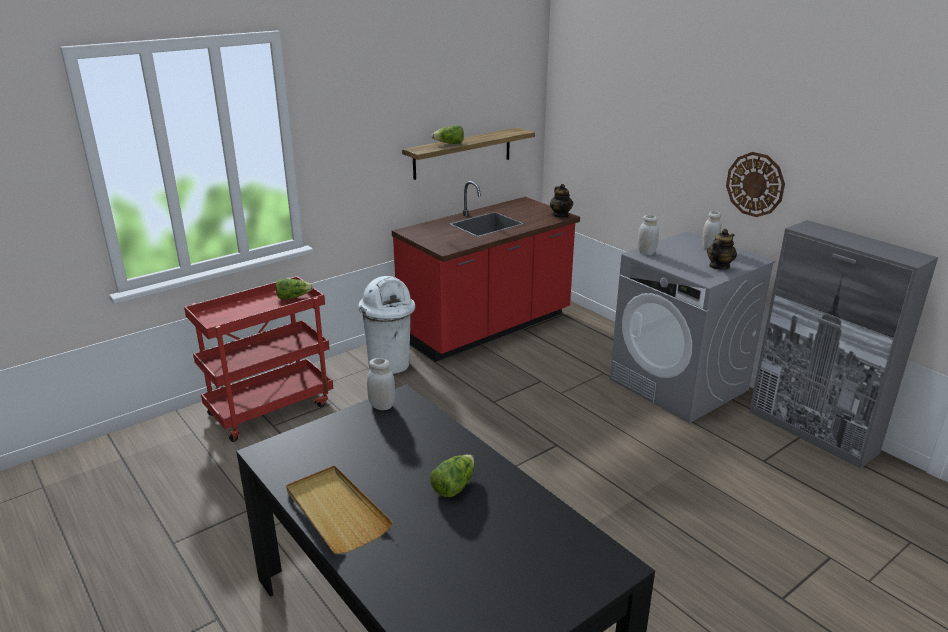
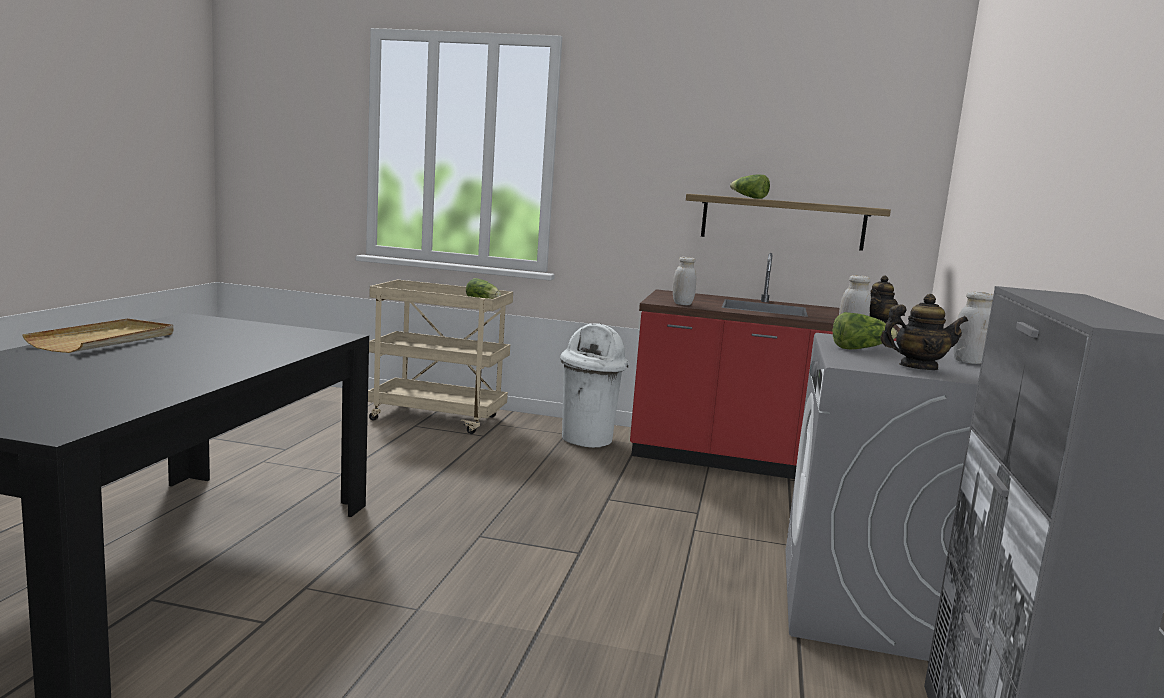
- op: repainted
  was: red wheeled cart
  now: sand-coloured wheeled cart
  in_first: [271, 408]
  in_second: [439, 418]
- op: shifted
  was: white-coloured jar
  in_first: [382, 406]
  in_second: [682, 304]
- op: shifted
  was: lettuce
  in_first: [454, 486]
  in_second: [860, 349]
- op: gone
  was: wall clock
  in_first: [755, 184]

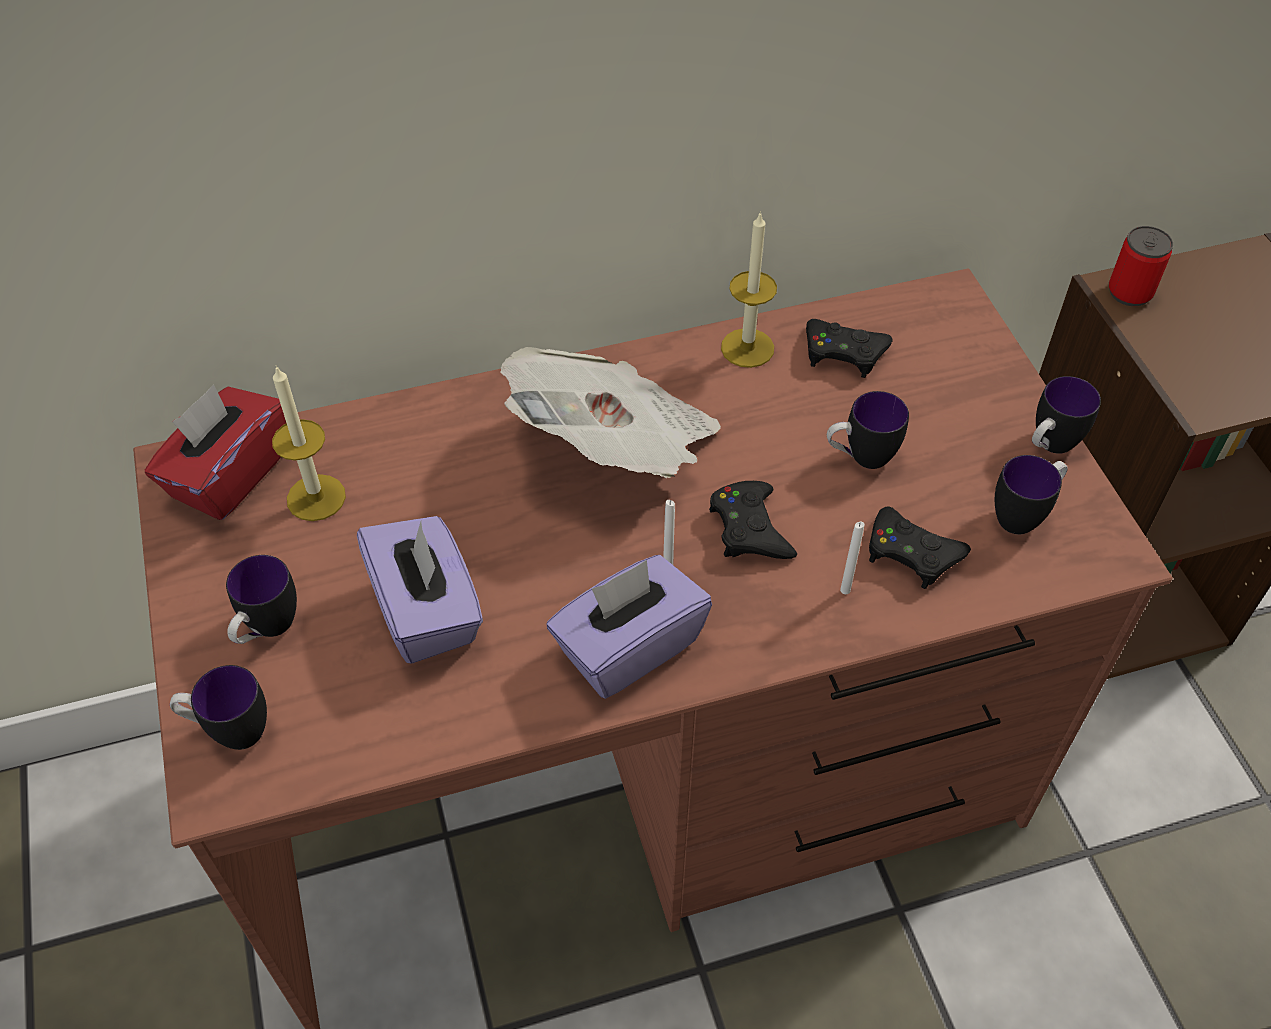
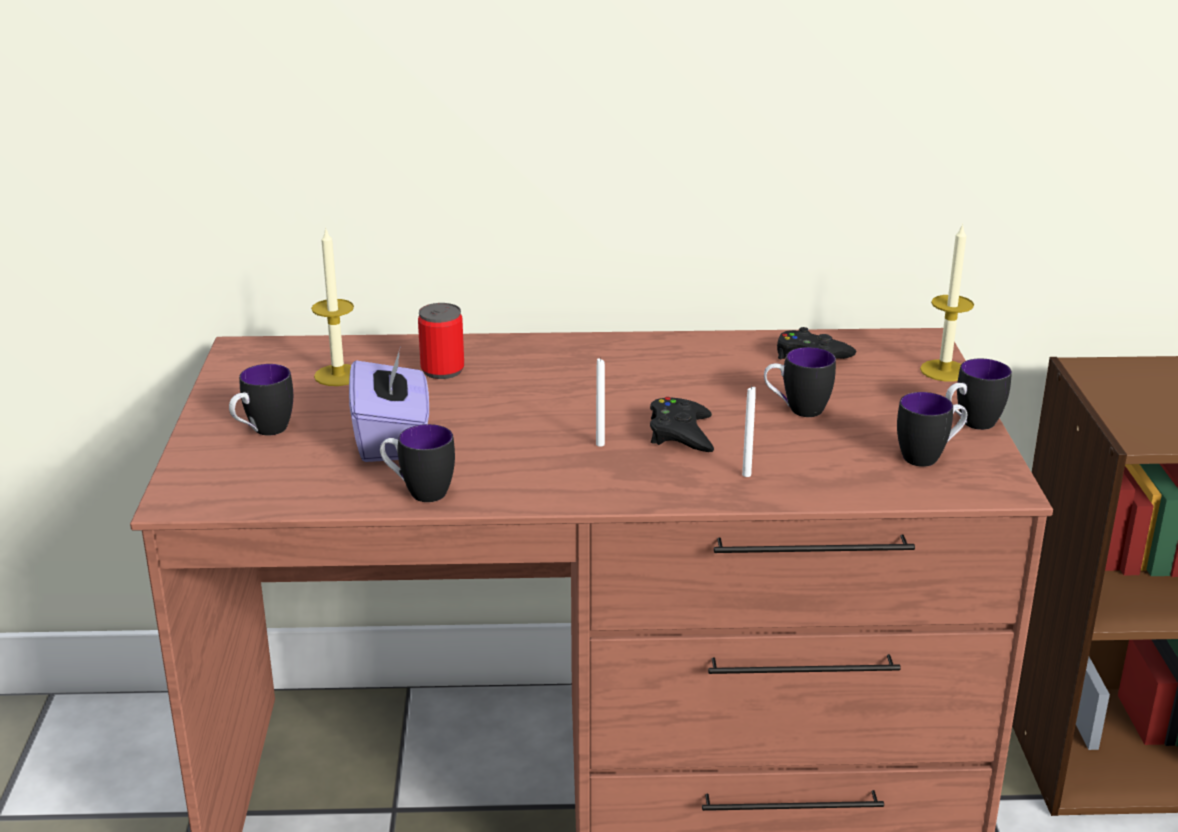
- op: gone
  was: red box of tissues
  in_first: [229, 475]
- op: shifted
  was: tea mug
  in_first: [230, 731]
  in_second: [418, 492]
- op: gone
  was: newspaper
  in_first: [615, 447]
- op: gone
  was: purplish box of tissues
  in_first: [628, 647]
- op: shifted
  was: candle
  in_first: [747, 348]
  in_second: [944, 371]
- op: gone
  was: black-coloured game controller
  in_first: [912, 553]
- op: shifted
  was: metal can
  in_first: [1130, 292]
  in_second: [442, 370]

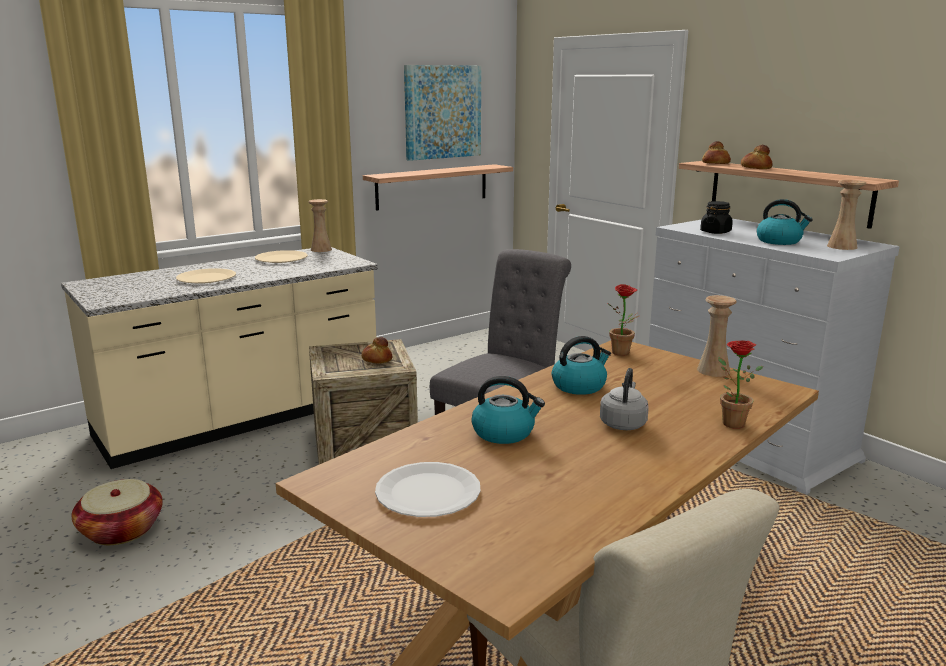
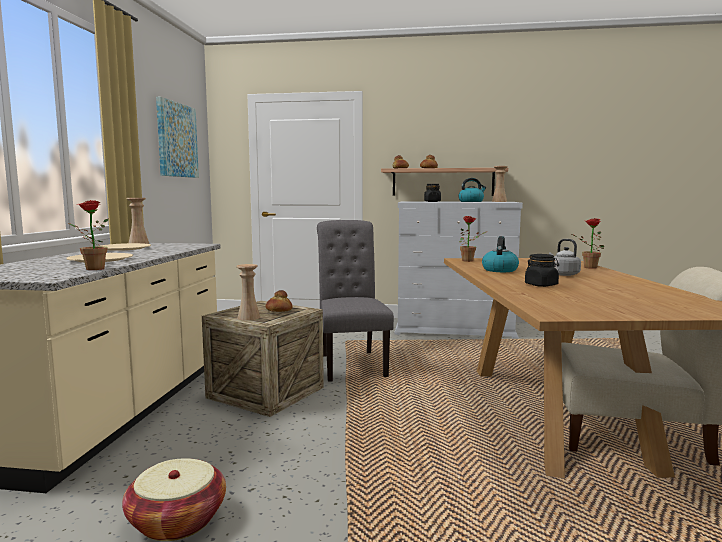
- op: gone
  was: shelf
  in_first: [432, 186]
- op: gone
  was: white-coloured flat dish
  in_first: [427, 492]
- op: swapped
  was: water kettle
  now: black-coloured jar
  in_first: [504, 432]
  in_second: [541, 285]
- op: shifted
  was: sand-coloured decorative vase
  in_first: [713, 370]
  in_second: [248, 317]
- op: new
  now: plant in a pot
  in_second: [91, 269]

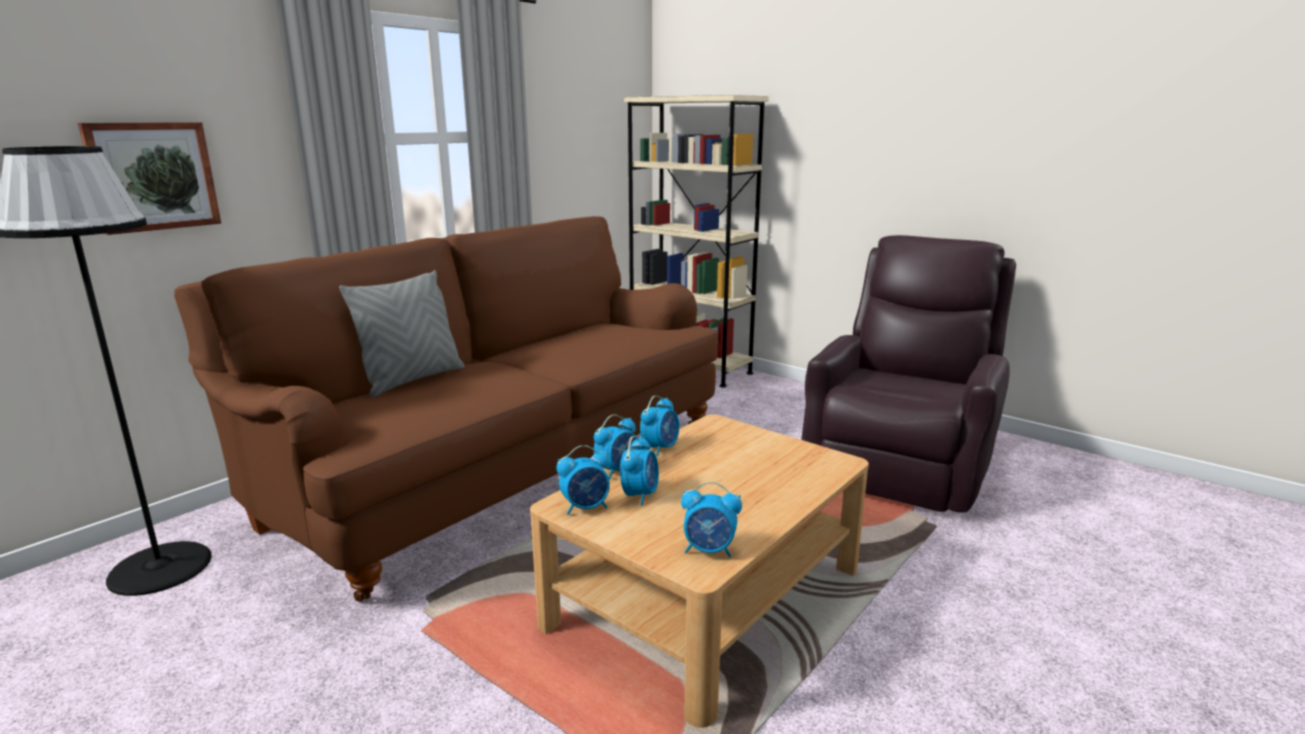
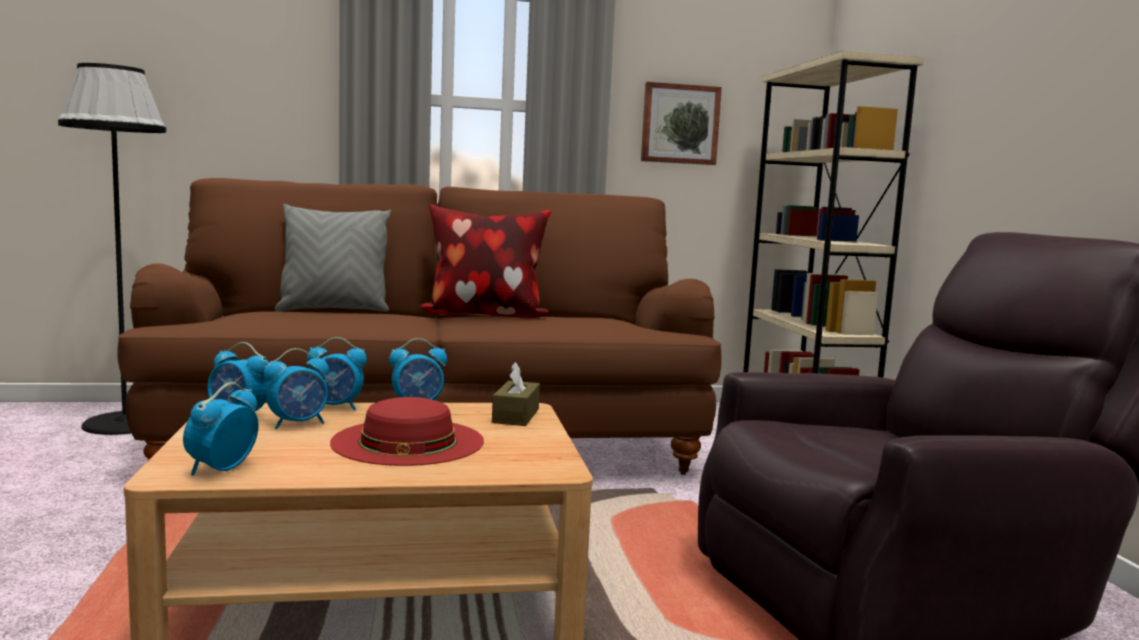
- op: shifted
  was: wall art
  in_first: [152, 176]
  in_second: [680, 124]
- op: rotated
  was: alarm clock
  in_first: [709, 550]
  in_second: [221, 469]
  clockwise: 60
- op: new
  now: red hat
  in_second: [408, 441]
- op: new
  now: throw pillow
  in_second: [484, 315]
- op: new
  now: brown box of tissues
  in_second: [516, 416]

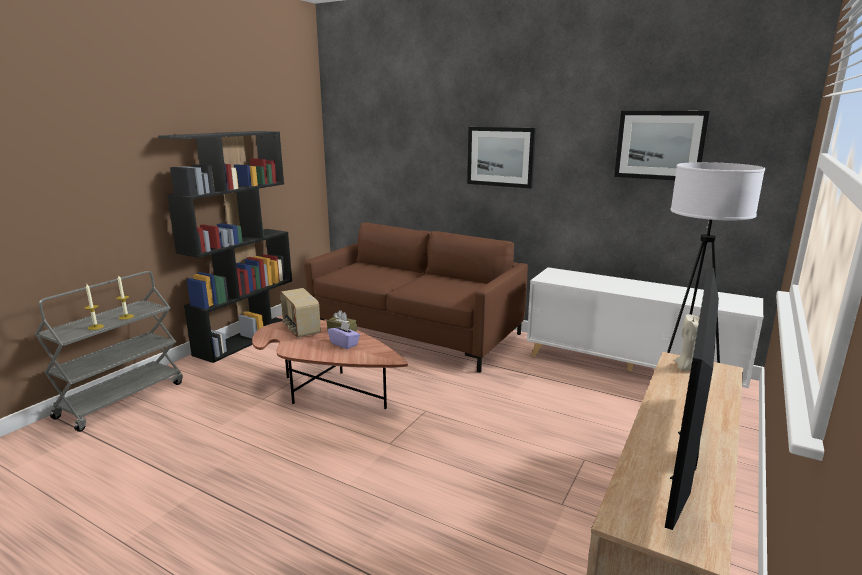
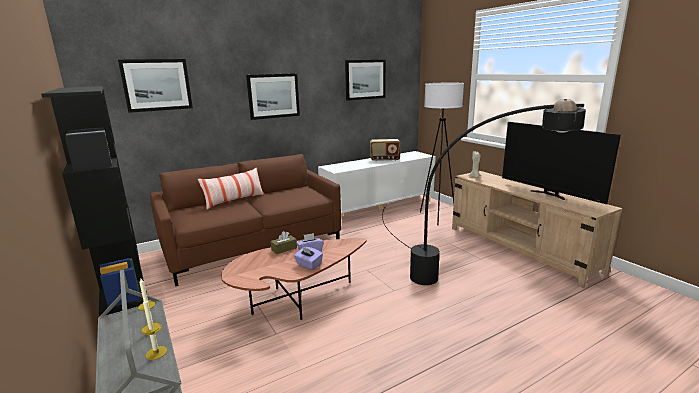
- op: shifted
  was: radio receiver
  in_first: [300, 329]
  in_second: [385, 160]
- op: new
  now: wall art
  in_second: [157, 85]
- op: new
  now: throw pillow
  in_second: [234, 201]
- op: new
  now: purplish box of tissues
  in_second: [308, 265]
- op: new
  now: black-coloured floor lamp
  in_second: [459, 275]

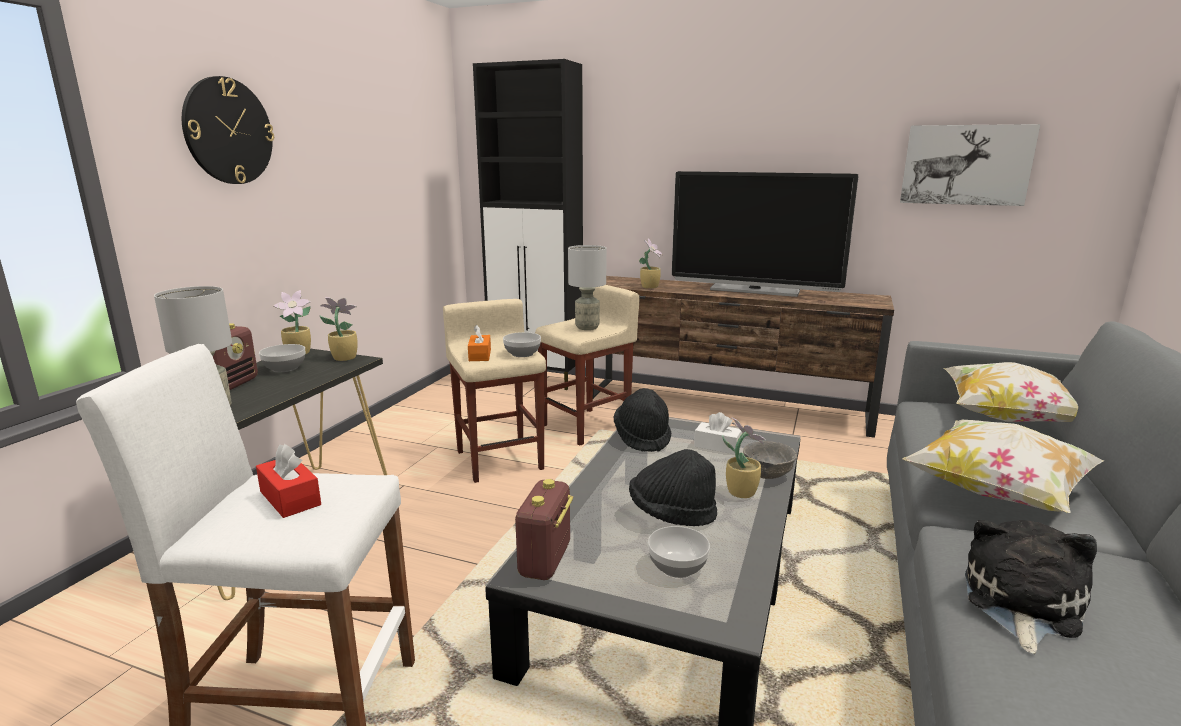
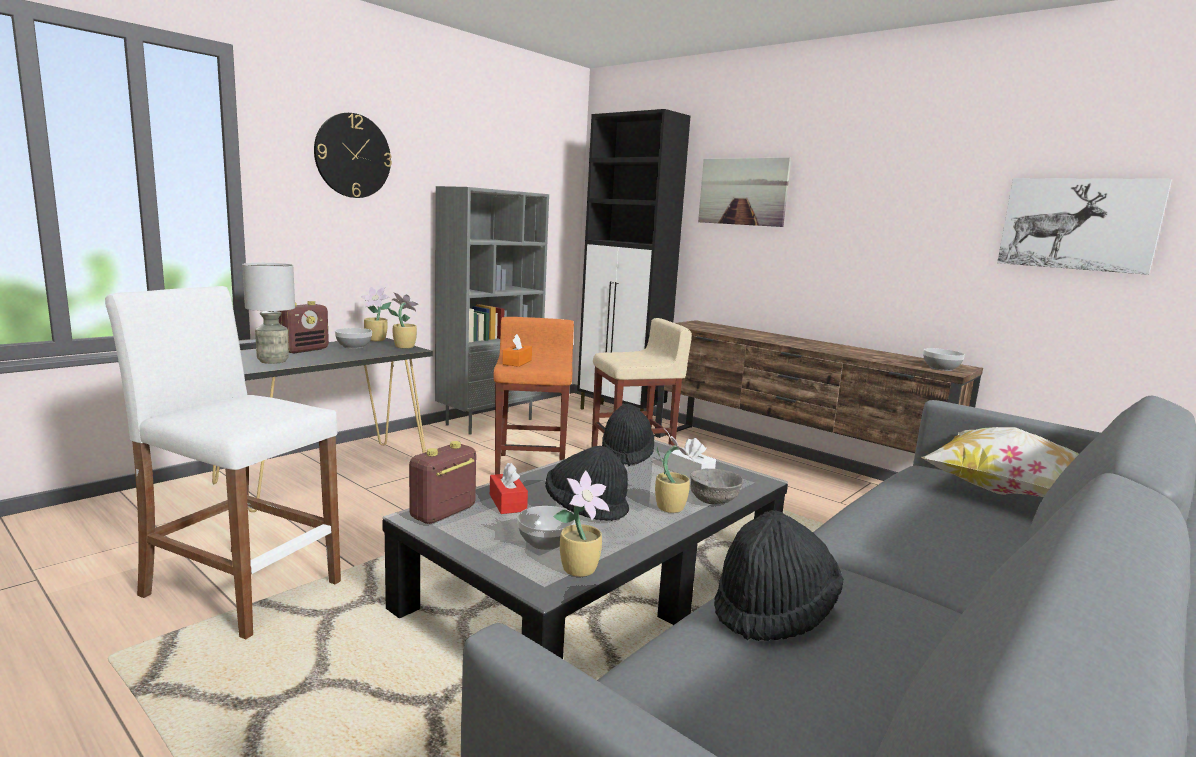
- op: shifted
  was: red box of tissues
  in_first: [290, 498]
  in_second: [507, 503]
- op: repainted
  was: sand-coloured stool
  now: orange-coloured stool
  in_first: [499, 459]
  in_second: [531, 466]
- op: shifted
  was: deep dish
  in_first: [522, 354]
  in_second: [941, 368]
- op: gone
  was: gray lamp for a table
  in_first: [587, 327]
- op: shifted
  was: plant in a pot
  in_first: [650, 287]
  in_second: [581, 569]
- op: gone
  was: TV set
  in_first: [754, 290]
- op: gone
  was: throw pillow
  in_first: [996, 492]
- op: swapped
  was: soft toy
  now: black-coloured hat
  in_first: [1020, 604]
  in_second: [774, 610]
- op: new
  now: gray shelving unit
  in_second: [489, 421]
- op: new
  now: wall art
  in_second: [743, 191]

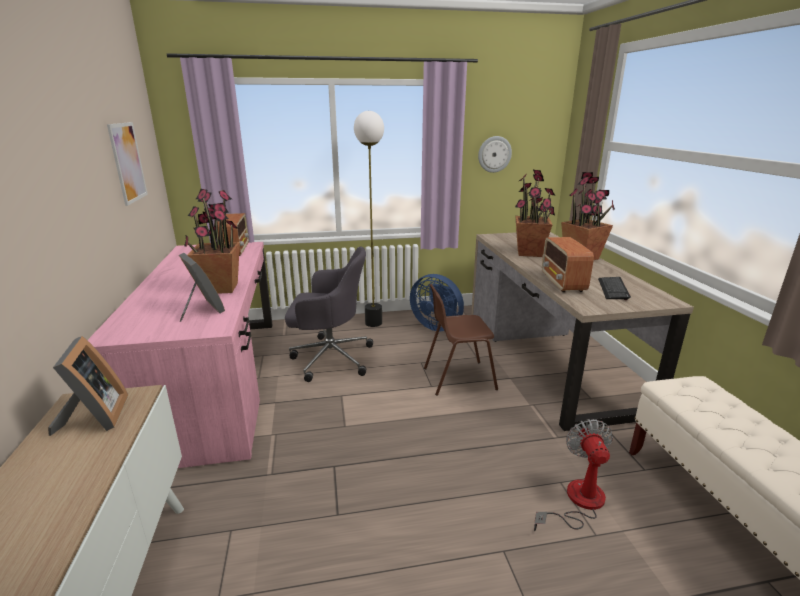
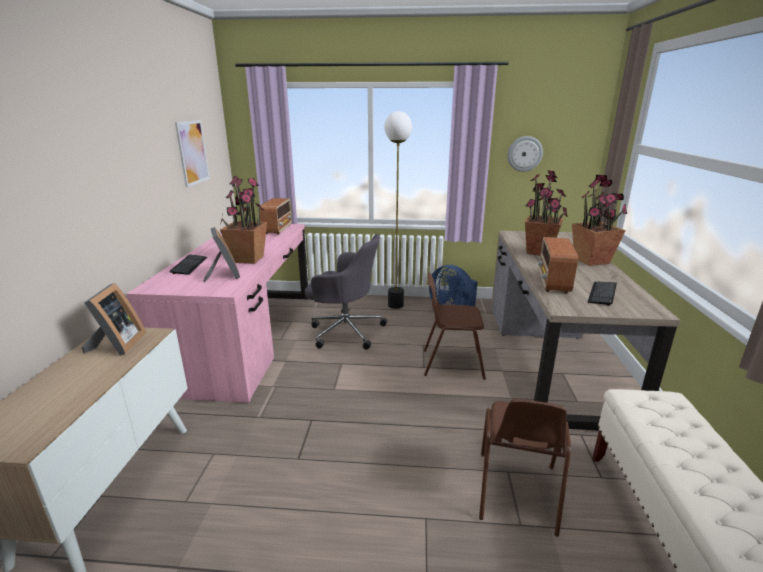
- op: swapped
  was: cooling fan
  now: brown upright chair
  in_first: [577, 502]
  in_second: [516, 492]
- op: new
  now: keyboard
  in_second: [189, 265]

